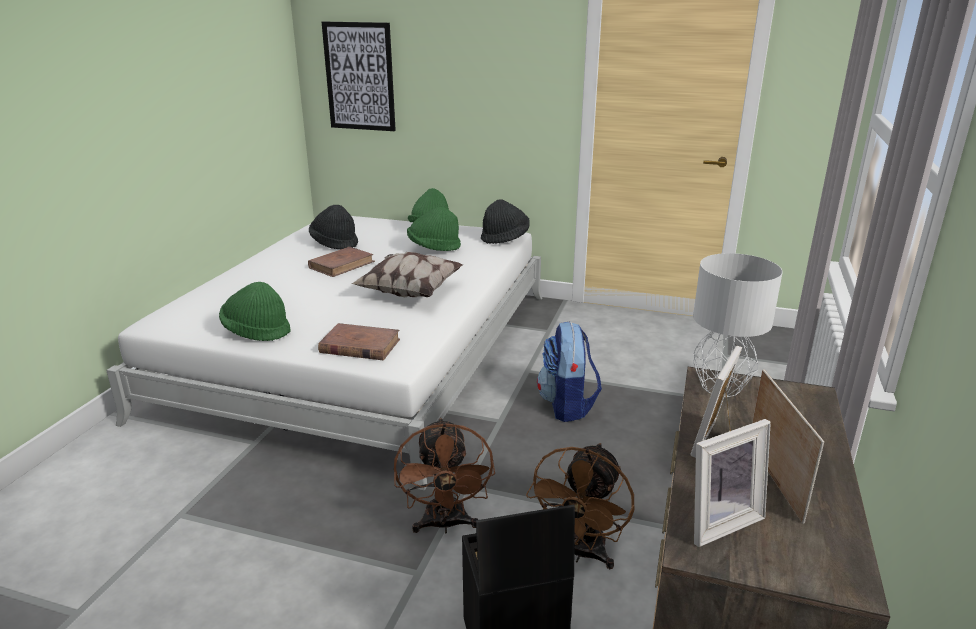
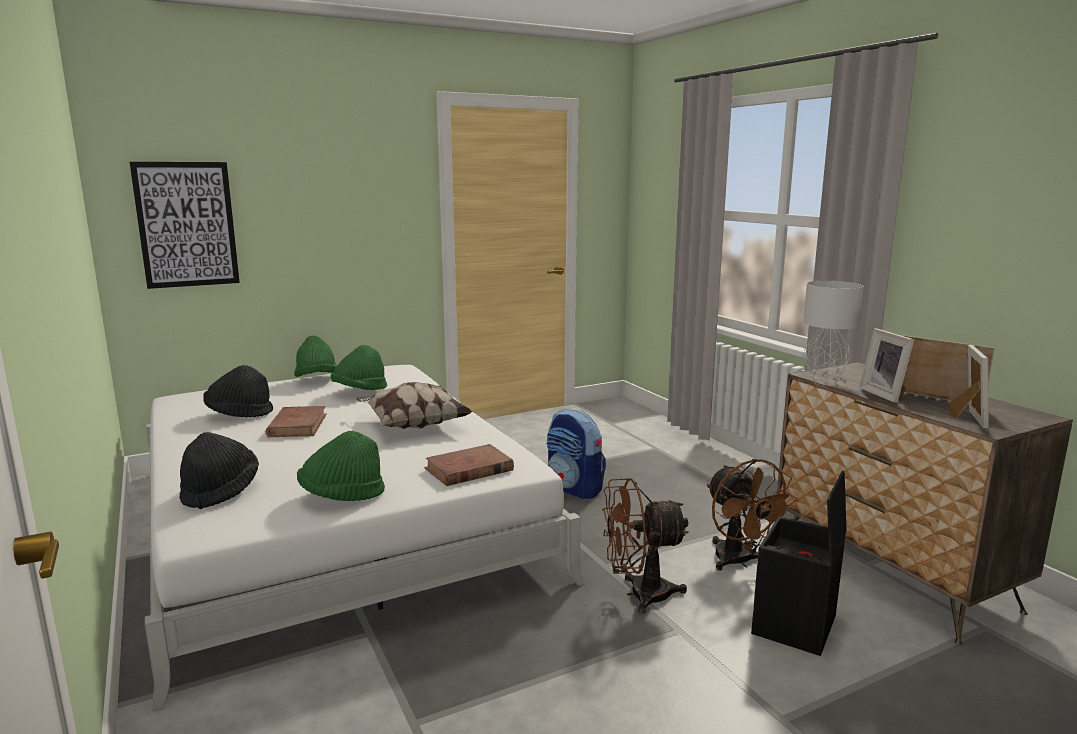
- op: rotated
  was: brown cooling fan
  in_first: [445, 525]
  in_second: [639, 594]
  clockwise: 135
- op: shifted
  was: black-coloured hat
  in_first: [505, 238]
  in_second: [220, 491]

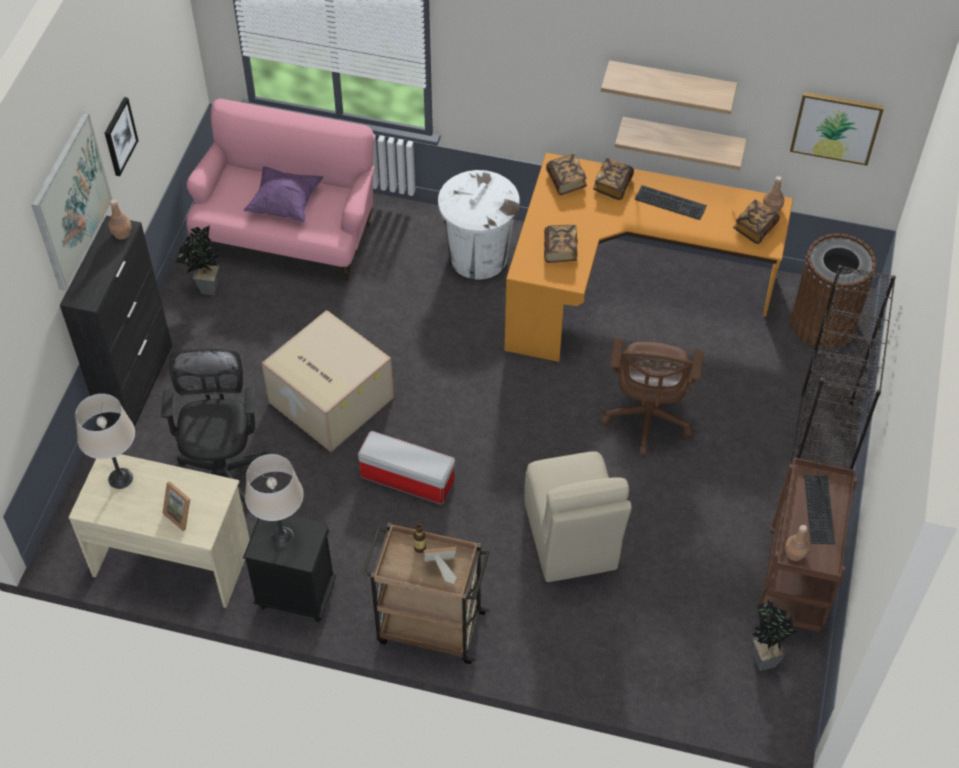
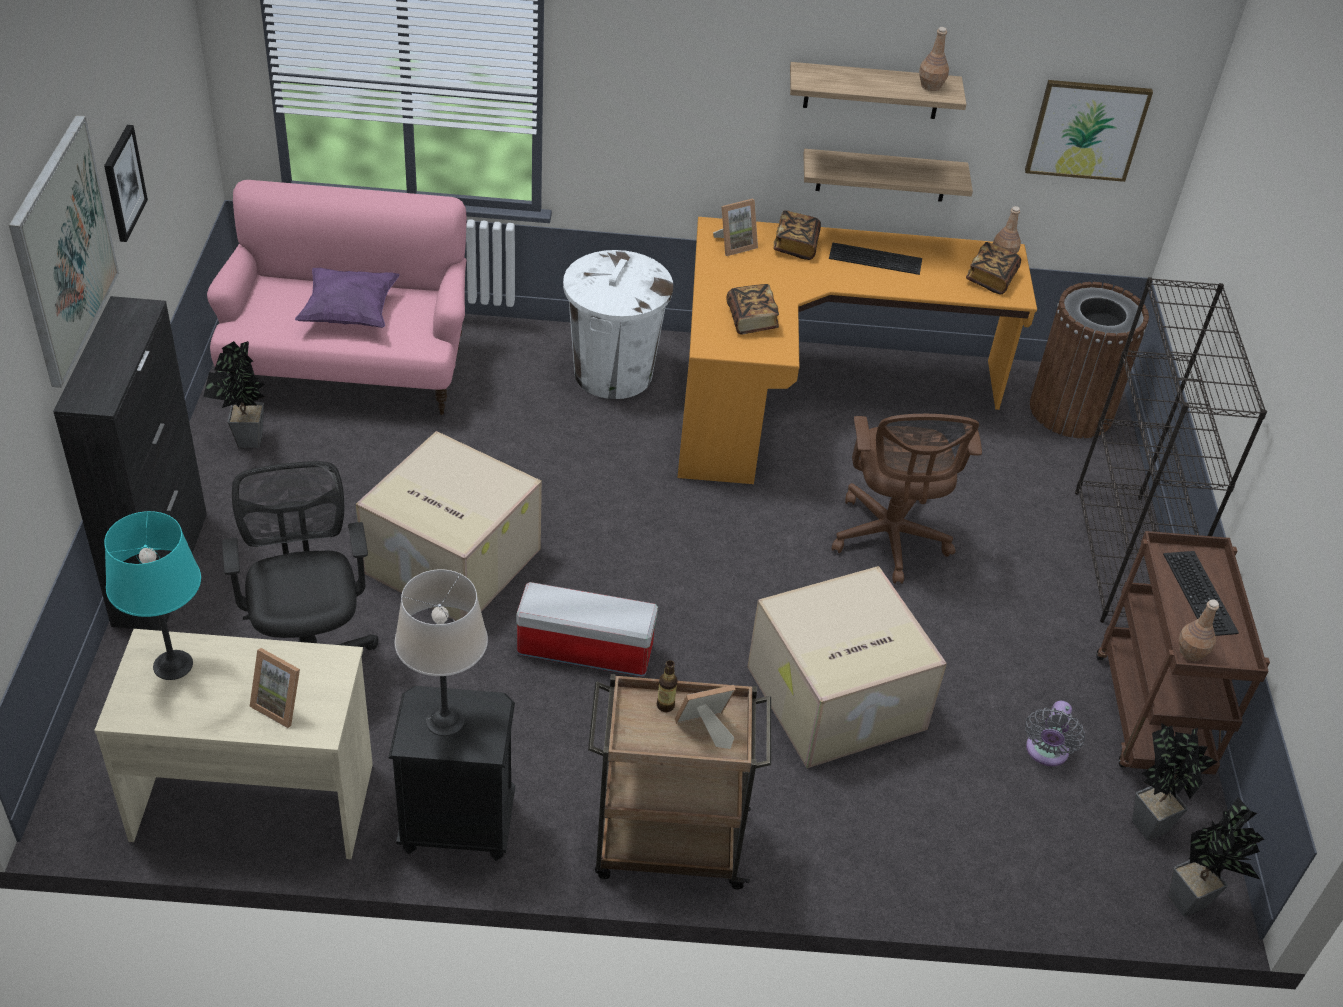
- op: repainted
  was: sand-coloured lamp for a table
  now: blue-green lamp for a table
  in_first: [120, 478]
  in_second: [172, 665]
- op: shifted
  was: brown drink bottle
  in_first: [122, 233]
  in_second: [931, 86]
- op: swapped
  was: sand-coloured upright chair
  now: packing box
  in_first: [570, 538]
  in_second: [835, 700]
- op: swapped
  was: bound book
  now: standing frame
  in_first: [566, 181]
  in_second: [734, 245]
- op: new
  now: gray cooling fan
  in_second: [1045, 752]
- op: new
  now: plant in a pot
  in_second: [1193, 902]

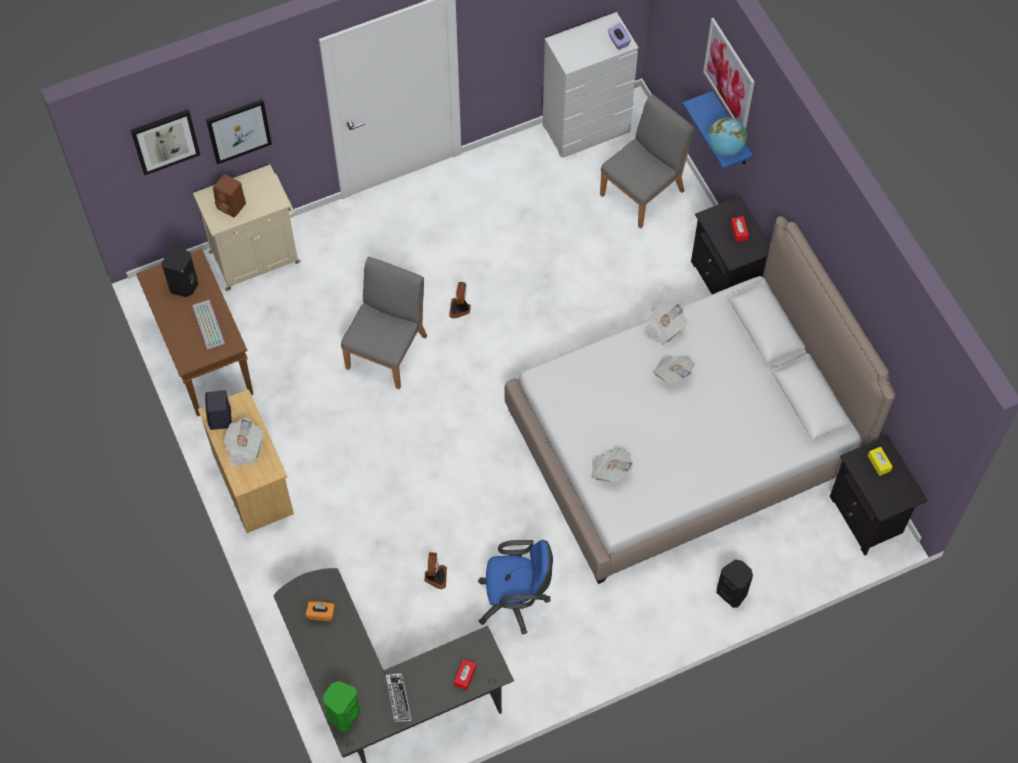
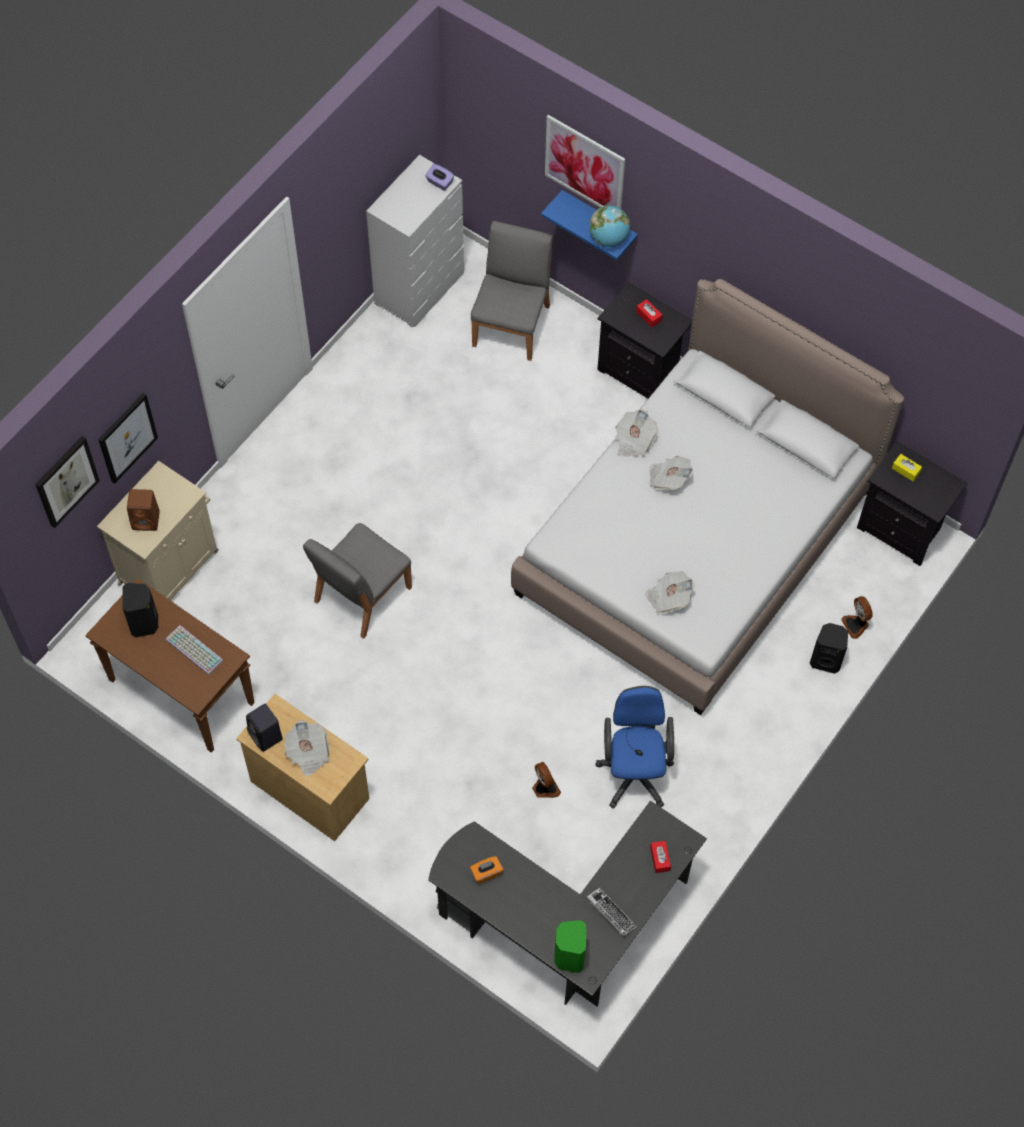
- op: rotated
  was: gray upright chair
  in_first: [387, 351]
  in_second: [361, 595]
  clockwise: -135
- op: shifted
  was: cooling fan
  in_first: [460, 308]
  in_second: [856, 625]
- op: rotated
  was: blue-coloured desk chair
  in_first: [516, 601]
  in_second: [635, 771]
  clockwise: -60

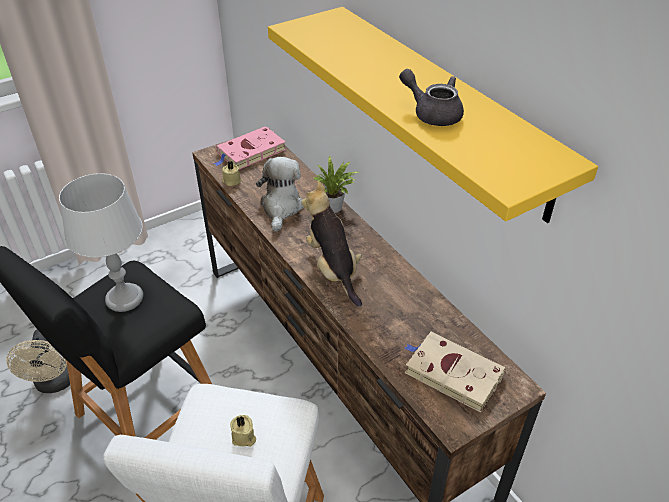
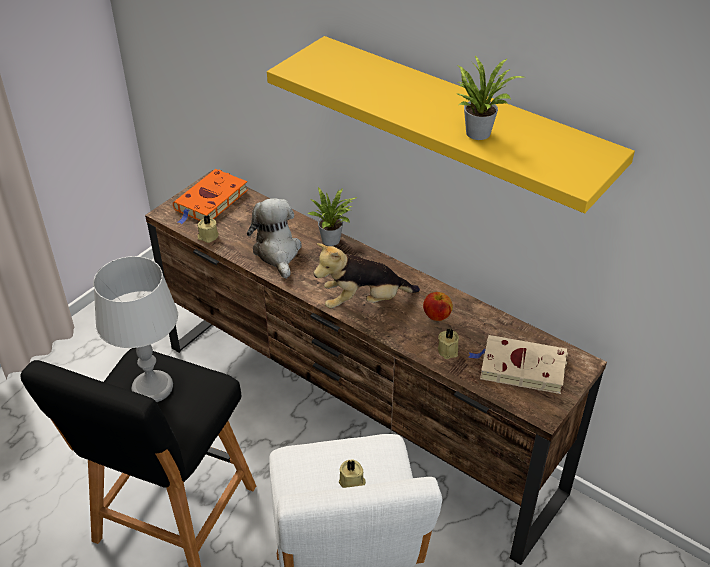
- op: gone
  was: sand-coloured cooling fan
  in_first: [54, 383]
- op: repainted
  was: pink-coloured bound book
  now: orange-coloured bound book
  in_first: [250, 152]
  in_second: [210, 201]
- op: rotated
  was: soft toy
  in_first: [333, 269]
  in_second: [363, 301]
  clockwise: -60
- op: swapped
  was: gray teapot
  now: plant in a pot
  in_first: [432, 113]
  in_second: [478, 131]
- op: new
  now: whole apple
  in_second: [436, 316]
- op: new
  now: sand-coloured candle
  in_second: [448, 350]

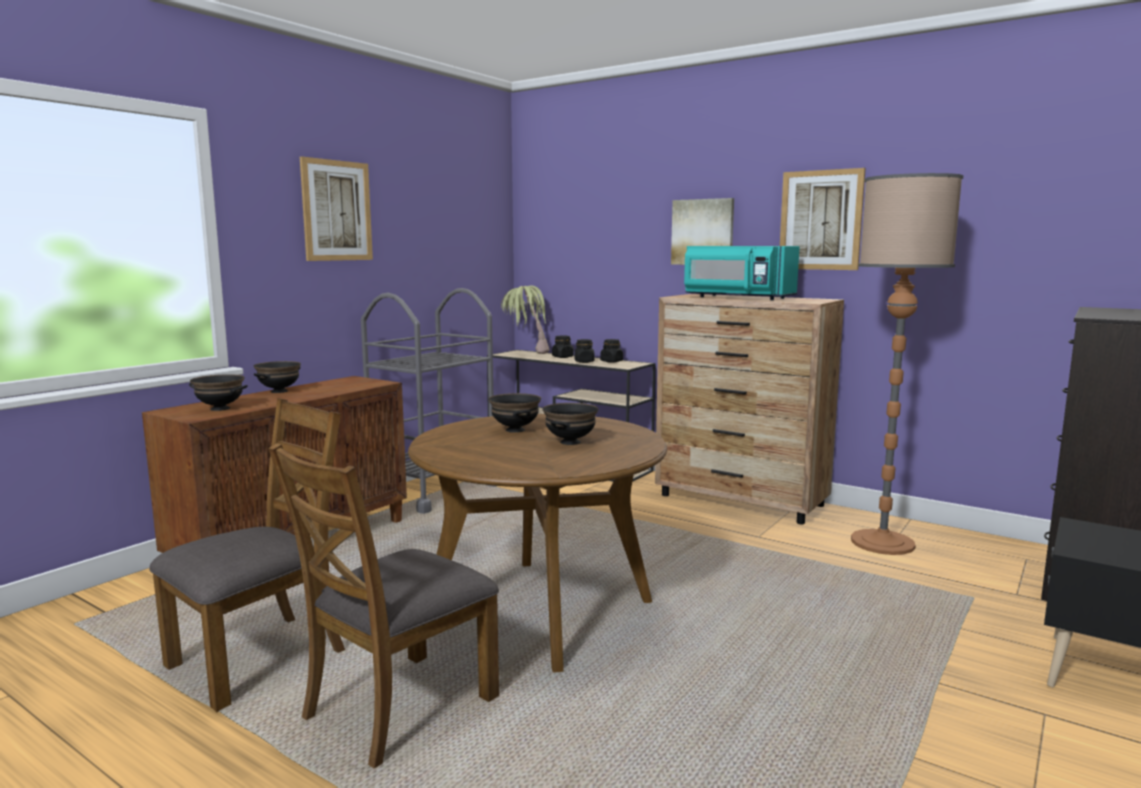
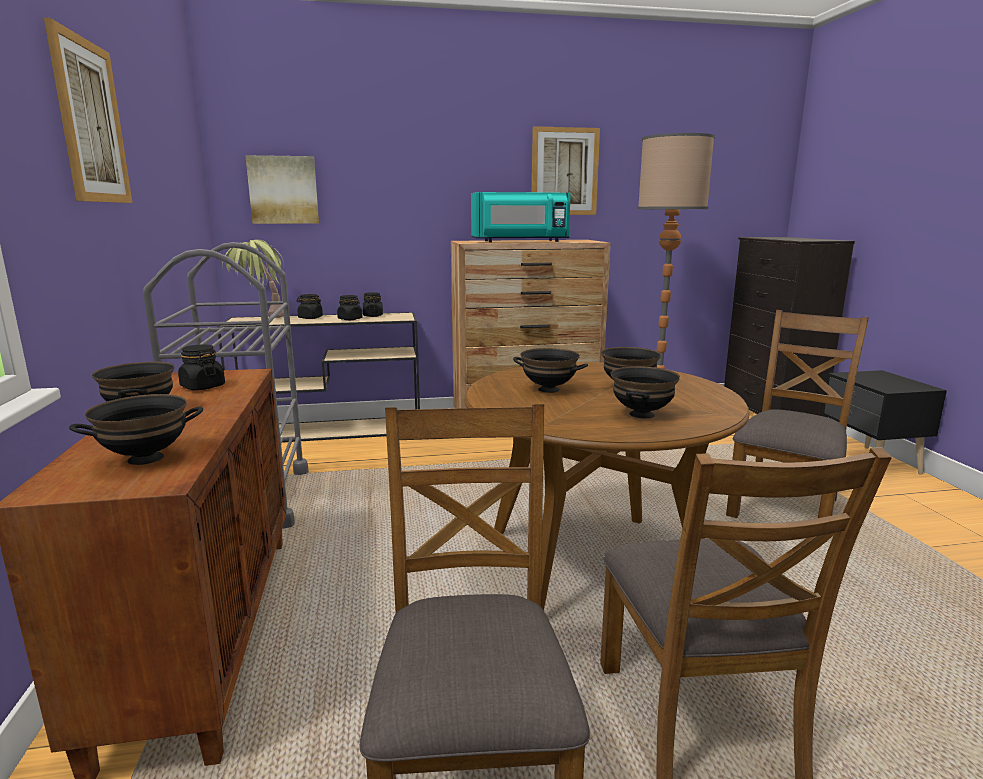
- op: shifted
  was: wall art
  in_first: [703, 232]
  in_second: [283, 190]
- op: new
  now: black-coloured jar
  in_second: [202, 387]
- op: new
  now: black-coloured deep dish
  in_second: [642, 414]
- op: new
  now: brown upright chair
  in_second: [785, 507]

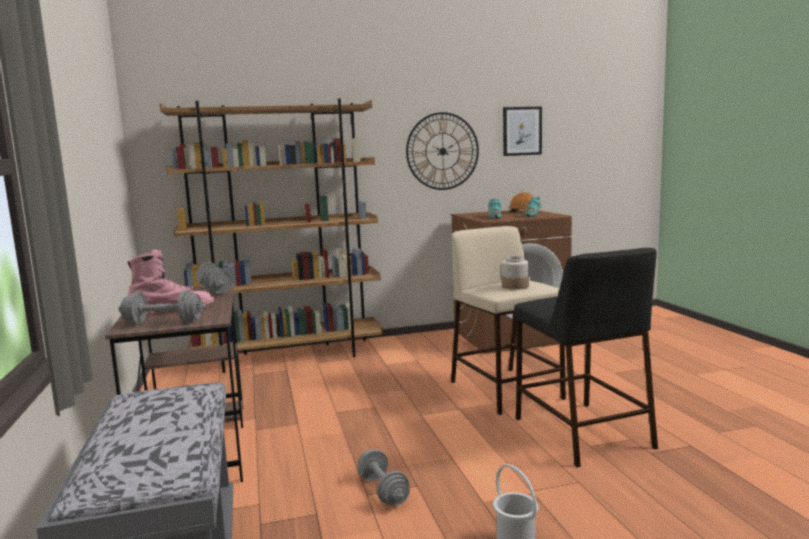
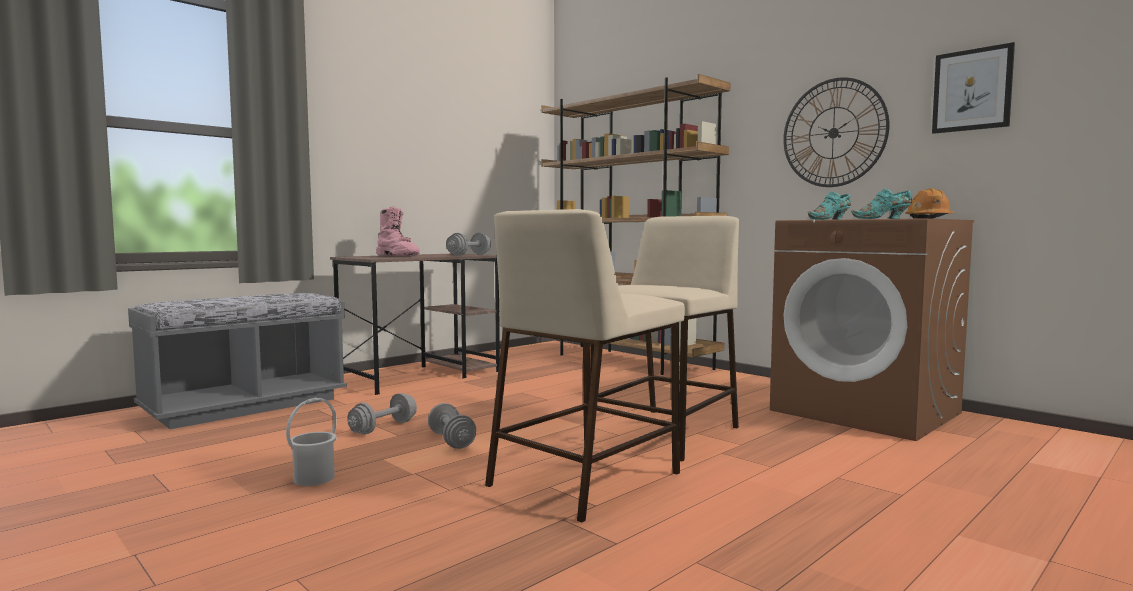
- op: shifted
  was: gray free weight
  in_first: [163, 323]
  in_second: [451, 440]
- op: gone
  was: jar
  in_first: [515, 286]
- op: repainted
  was: black-coloured stool
  now: sand-coloured stool
  in_first: [580, 432]
  in_second: [586, 478]

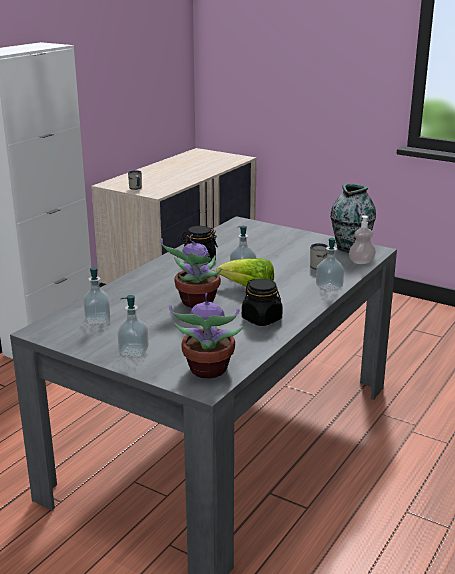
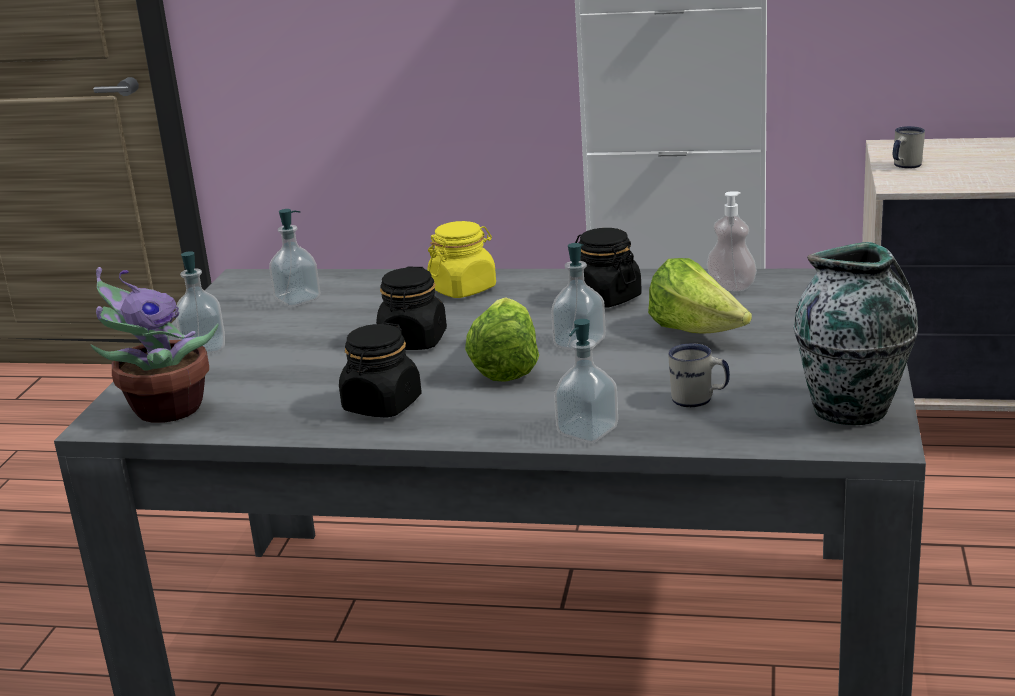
- op: swapped
  was: plant in a pot
  now: black-coloured jar
  in_first: [196, 302]
  in_second: [413, 341]
- op: shifted
  was: soap dispenser
  in_first: [361, 262]
  in_second: [731, 287]
- op: new
  now: yellow-coloured jar
  in_second: [463, 289]
- op: new
  now: lettuce
  in_second: [696, 332]

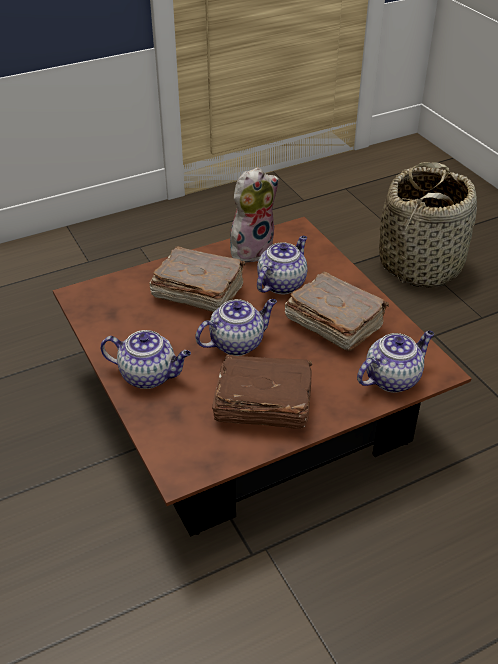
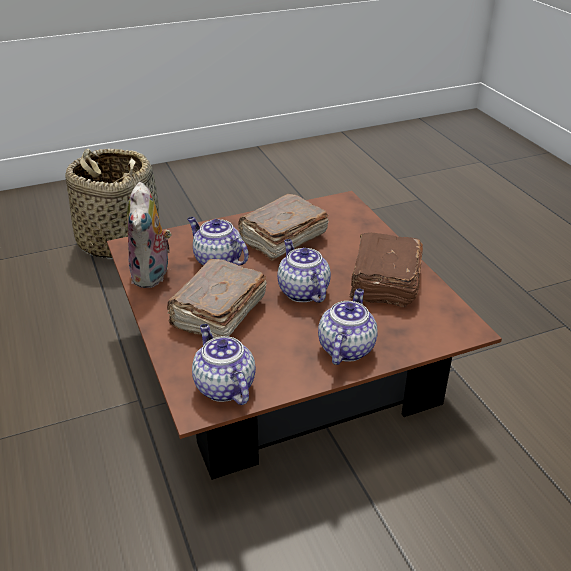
- op: rotated
  was: soft toy
  in_first: [251, 249]
  in_second: [153, 275]
  clockwise: -150
- op: shifted
  was: teapot
  in_first: [392, 378]
  in_second: [223, 386]

